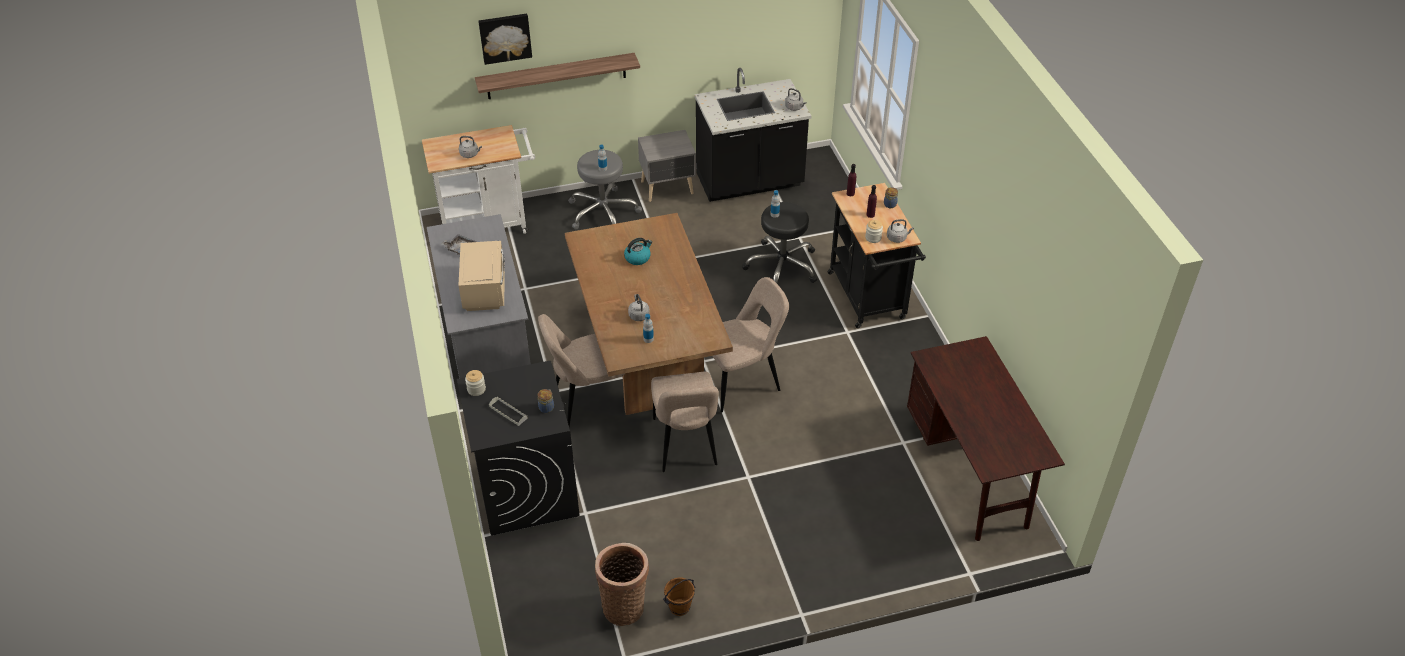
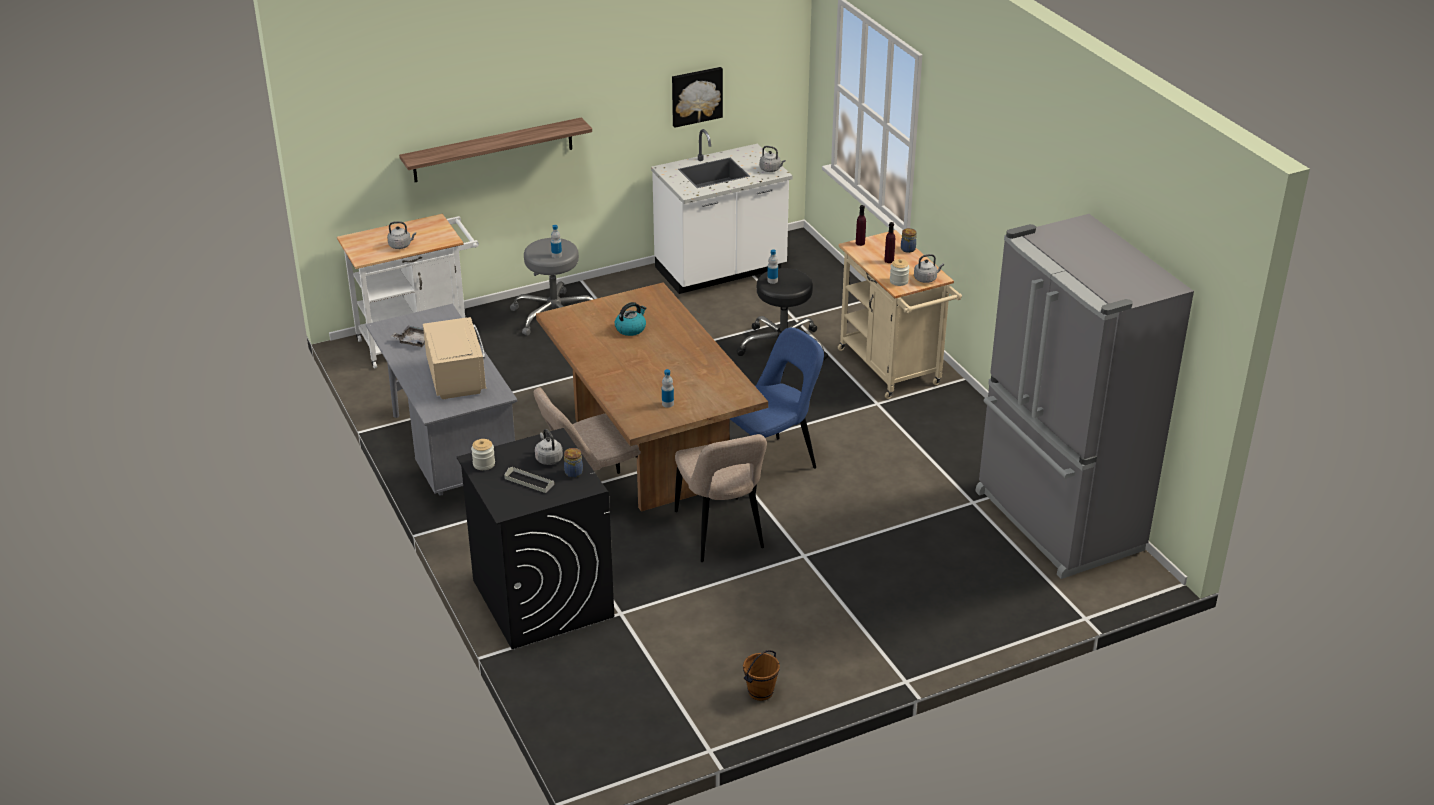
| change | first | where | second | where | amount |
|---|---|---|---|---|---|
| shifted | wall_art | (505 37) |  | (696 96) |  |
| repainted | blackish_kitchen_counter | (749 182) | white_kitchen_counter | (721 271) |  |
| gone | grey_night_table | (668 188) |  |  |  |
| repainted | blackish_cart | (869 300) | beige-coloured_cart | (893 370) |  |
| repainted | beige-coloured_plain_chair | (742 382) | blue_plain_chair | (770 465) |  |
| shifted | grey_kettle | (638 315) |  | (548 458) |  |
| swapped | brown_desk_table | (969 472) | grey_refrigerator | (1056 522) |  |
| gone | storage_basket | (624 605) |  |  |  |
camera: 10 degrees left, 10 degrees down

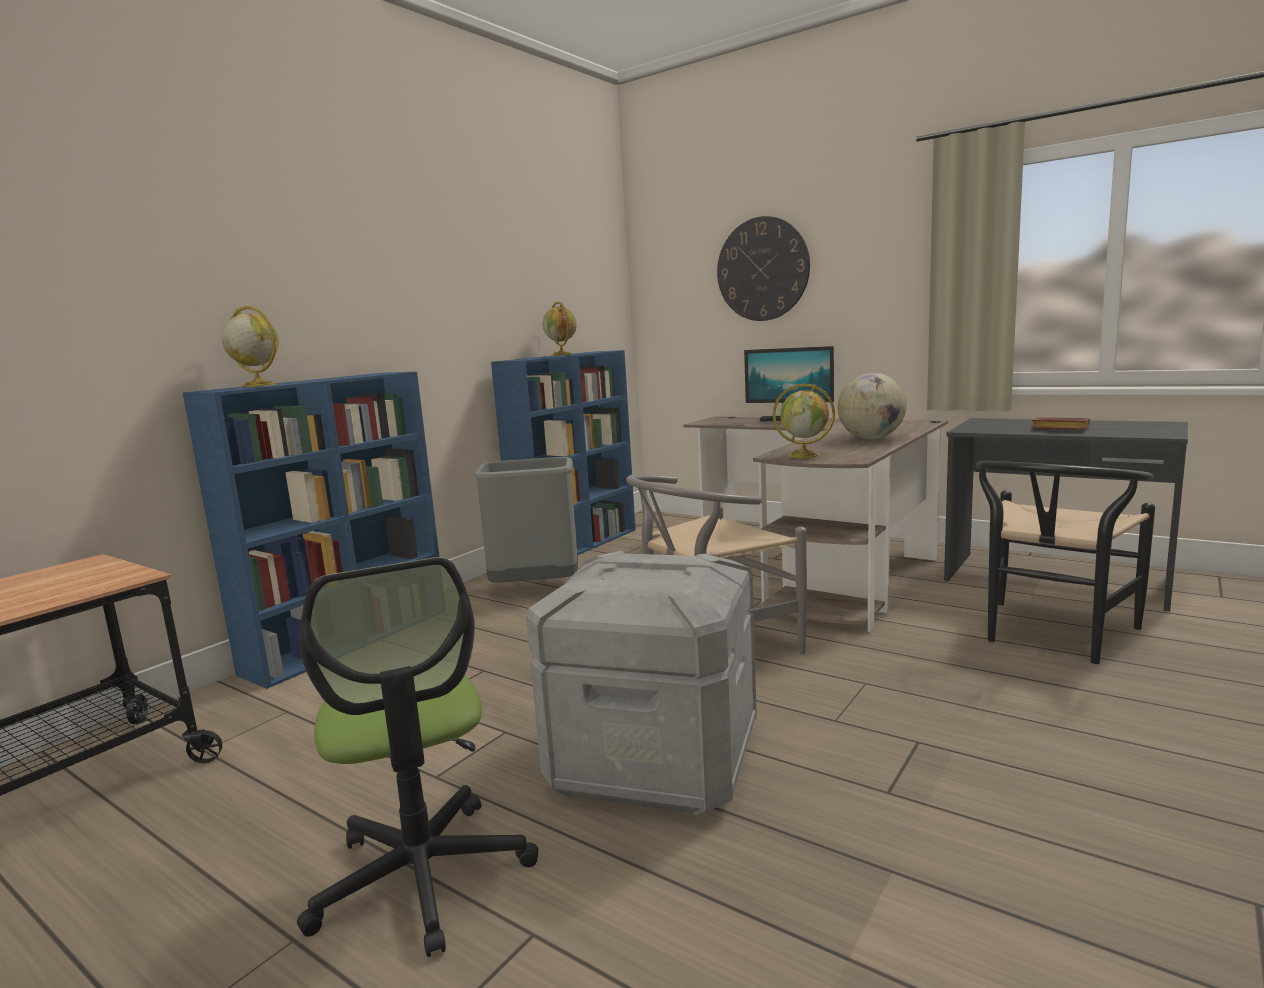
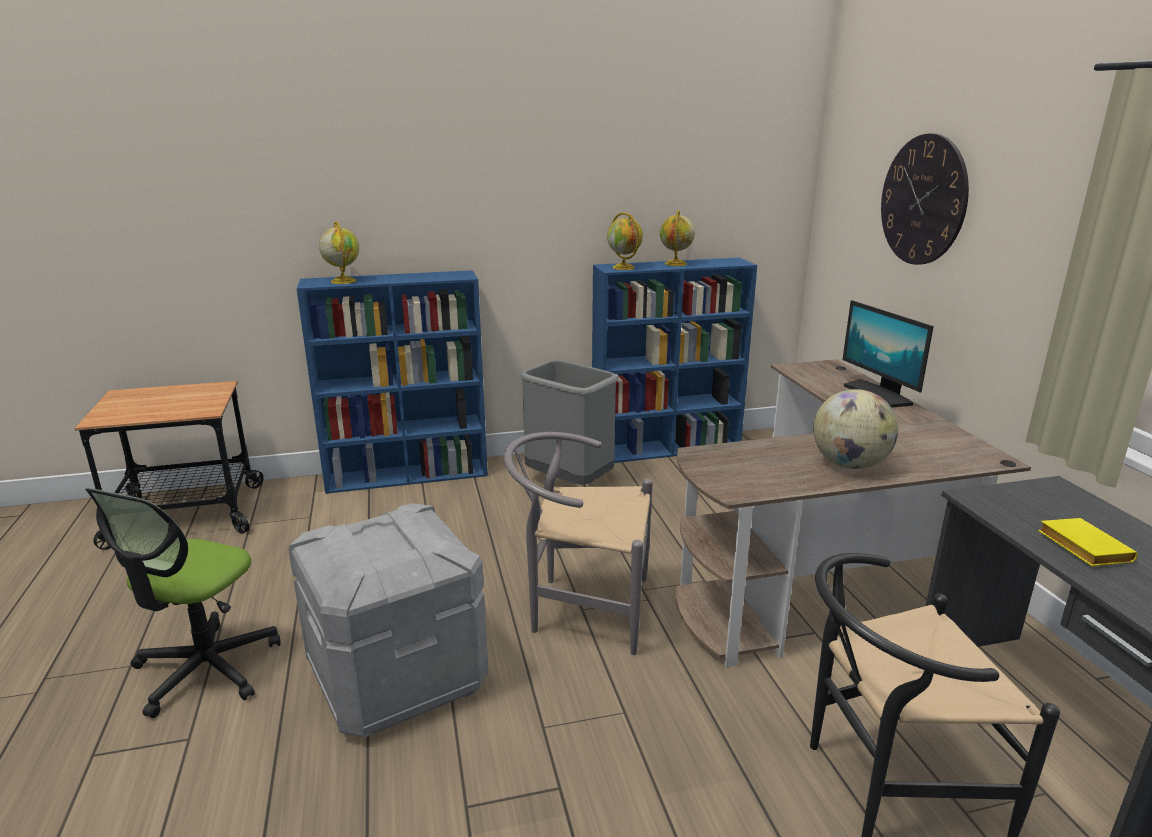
| change | first | where | second | where | amount |
|---|---|---|---|---|---|
| shifted | world_globe | (804 455) |  | (624 268) |  |
| repainted | brown_bound_book | (1058 429) | yellow_bound_book | (1080 547) |  |
camera: 40 degrees right, 10 degrees up

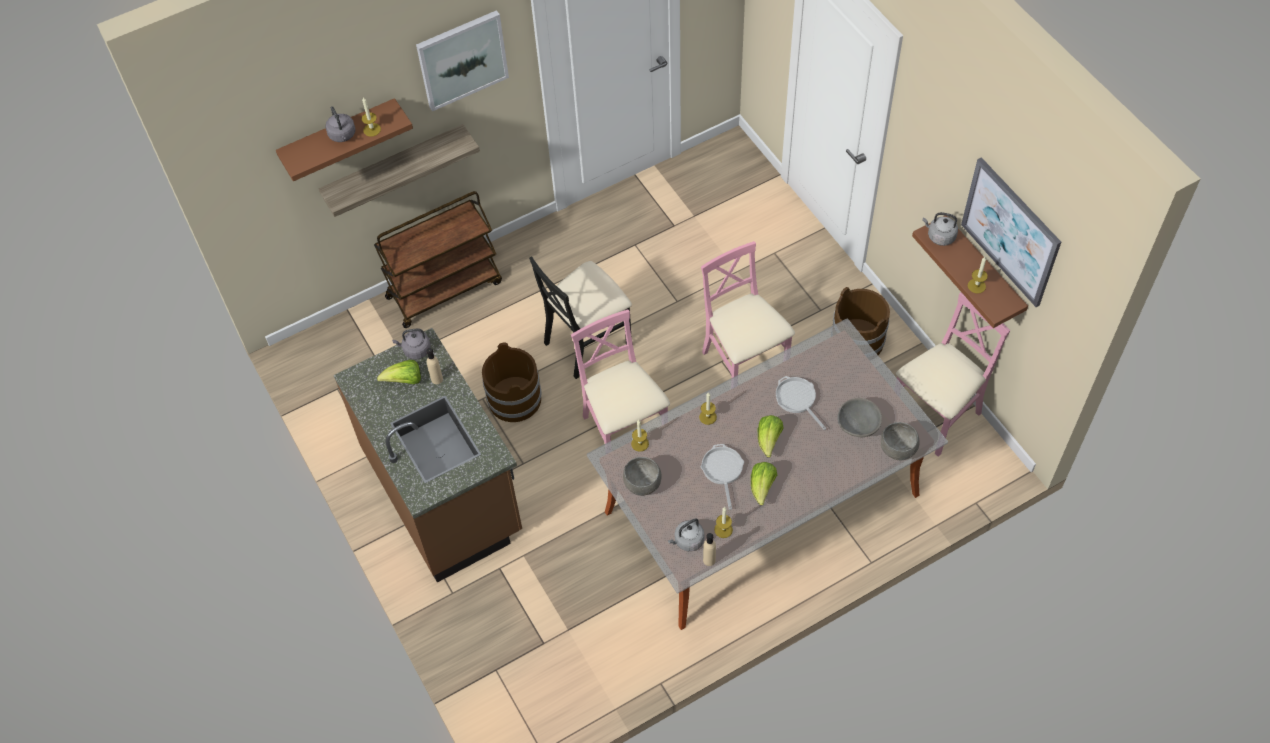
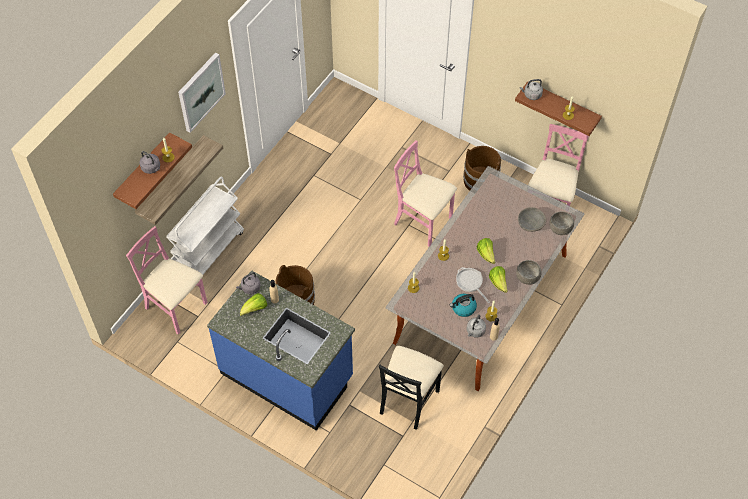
| change | first | where | second | where | amount |
|---|---|---|---|---|---|
| gone | wall_art | (1010 232) |  |  |  |
| repainted | brown_cart | (445 289) | white_cart | (209 250) |  |
| shifted | blackish_plain_chair | (587 342) |  | (408 400) |  |
| shifted | pink-coloured_plain_chair | (624 432) |  | (176 307) |  |
| repainted | brown_kitchen_counter | (444 492) | blue_kitchen_counter | (287 375) |  |
| gone | pan | (797 399) |  |  |  |
| shifted | grey_serving_bowl | (643 484) |  | (527 278) |  |
| new |  |  | kettle | (463 308) |  |
camera: 30 degrees left, 0 degrees up

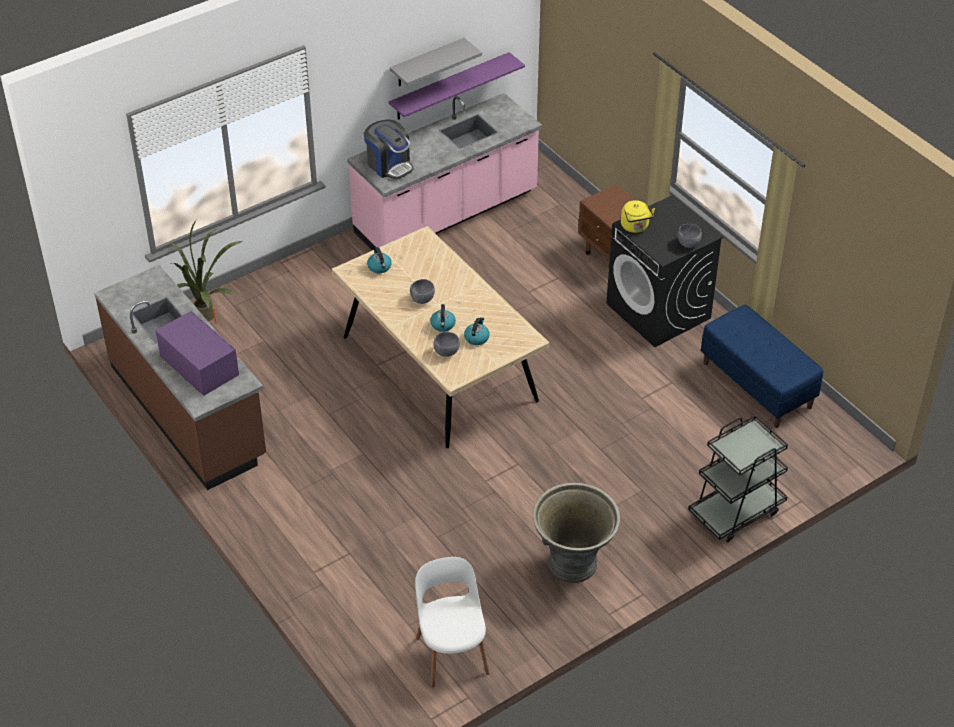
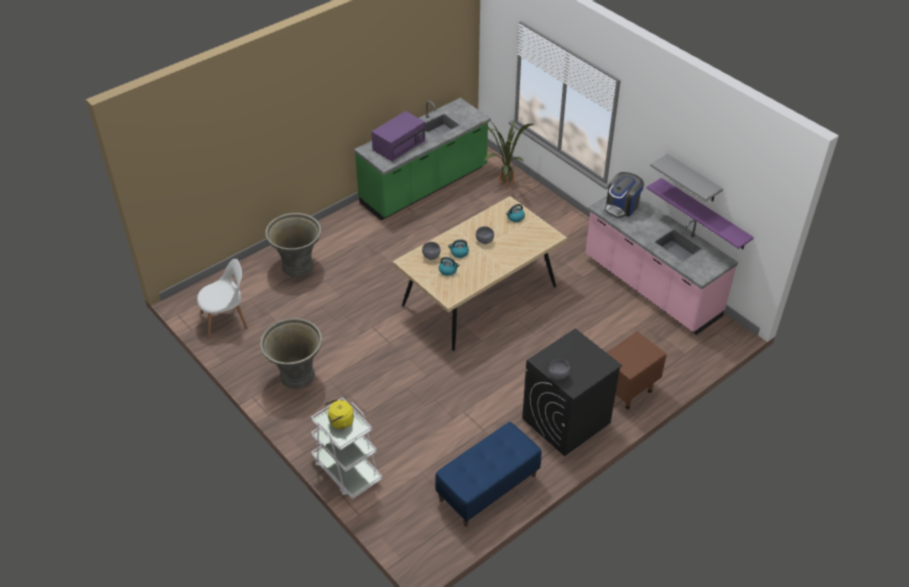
| change | first | where | second | where | amount |
|---|---|---|---|---|---|
| shifted | yellow_kettle | (635 227) |  | (339 422) |  |
| repainted | brown_kitchen_counter | (188 411) | greenish_kitchen_counter | (424 186) |  |
| repainted | blackish_cart | (736 511) | white_cart | (347 471) |  |
| new |  |  | grey_flower_pot | (298 266) |  |
camera: 85 degrees right, 0 degrees up

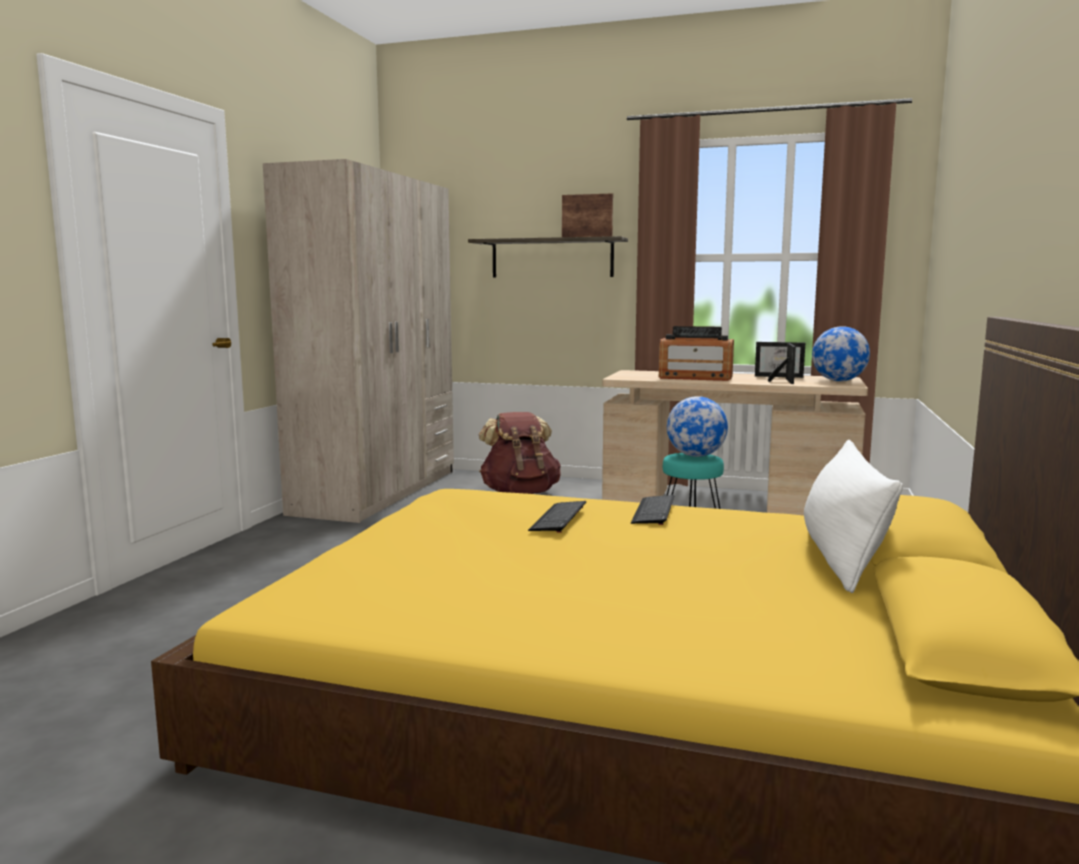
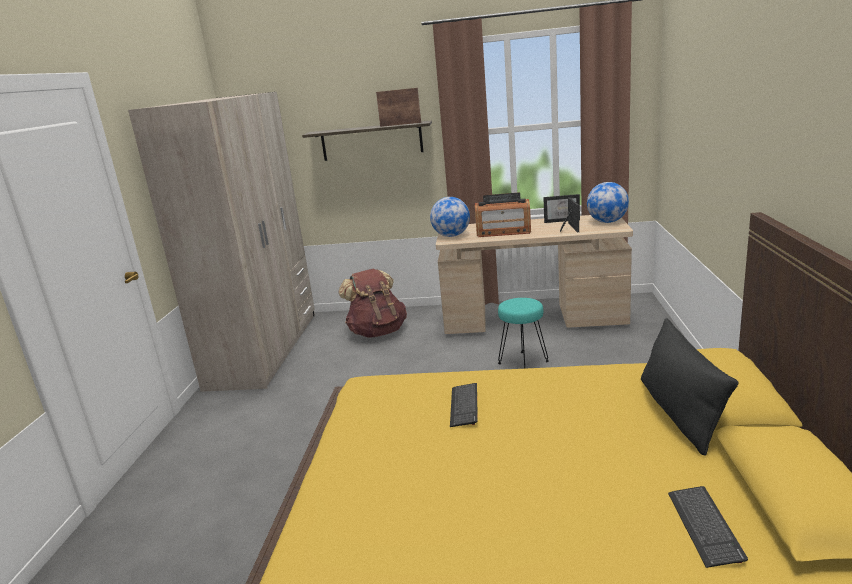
| change | first | where | second | where | amount |
|---|---|---|---|---|---|
| shifted | world_globe | (695 456) |  | (451 236) |  |
| repainted | white_pillow | (842 557) | blackish_pillow | (679 413) |  |
| shifted | keyboard | (653 511) |  | (704 526) |  |
camera: 10 degrees left, 10 degrees up

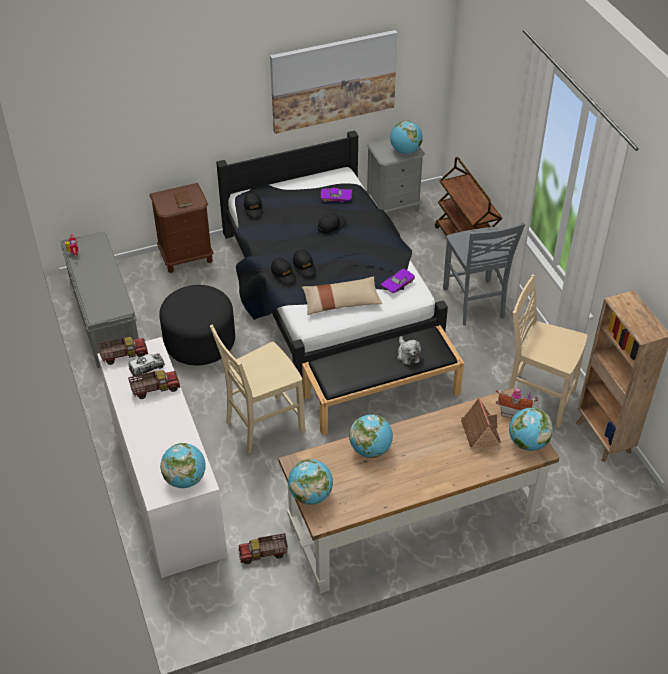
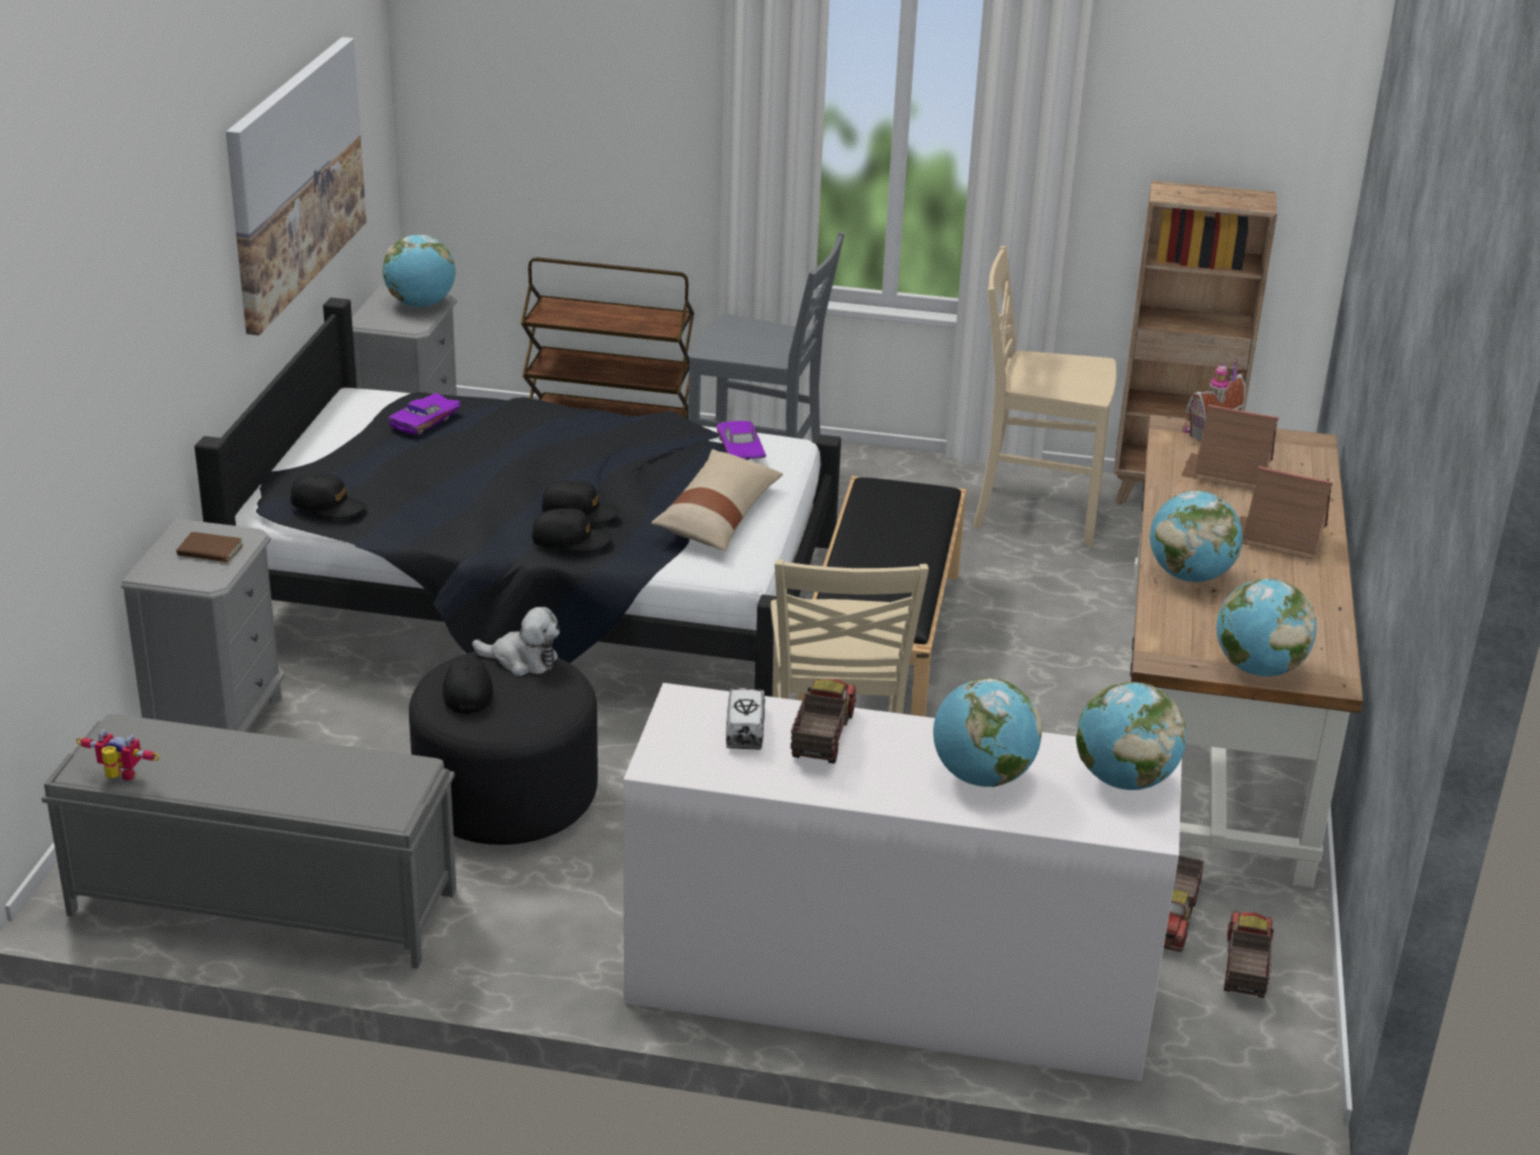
| change | first | where | second | where | amount |
|---|---|---|---|---|---|
| repainted | brown_night_table | (186 257) | grey_night_table | (219 722) |  |
| shifted | blackish_baseball_cap | (331 226) |  | (467 692) |  |
| rotated | beige-coloured_plain_chair | (537 398) |  | (1034 513) | 45 degrees clockwise |
| shifted | soft_toy | (407 354) |  | (522 660) |  |
| shifted | toy_lorry | (123 355) |  | (1244 969) |  |
| shifted | world_globe | (527 443) |  | (982 777) |  |
| new |  |  | toy_house | (1278 538) |  |
camera: 60 degrees left, 15 degrees down

